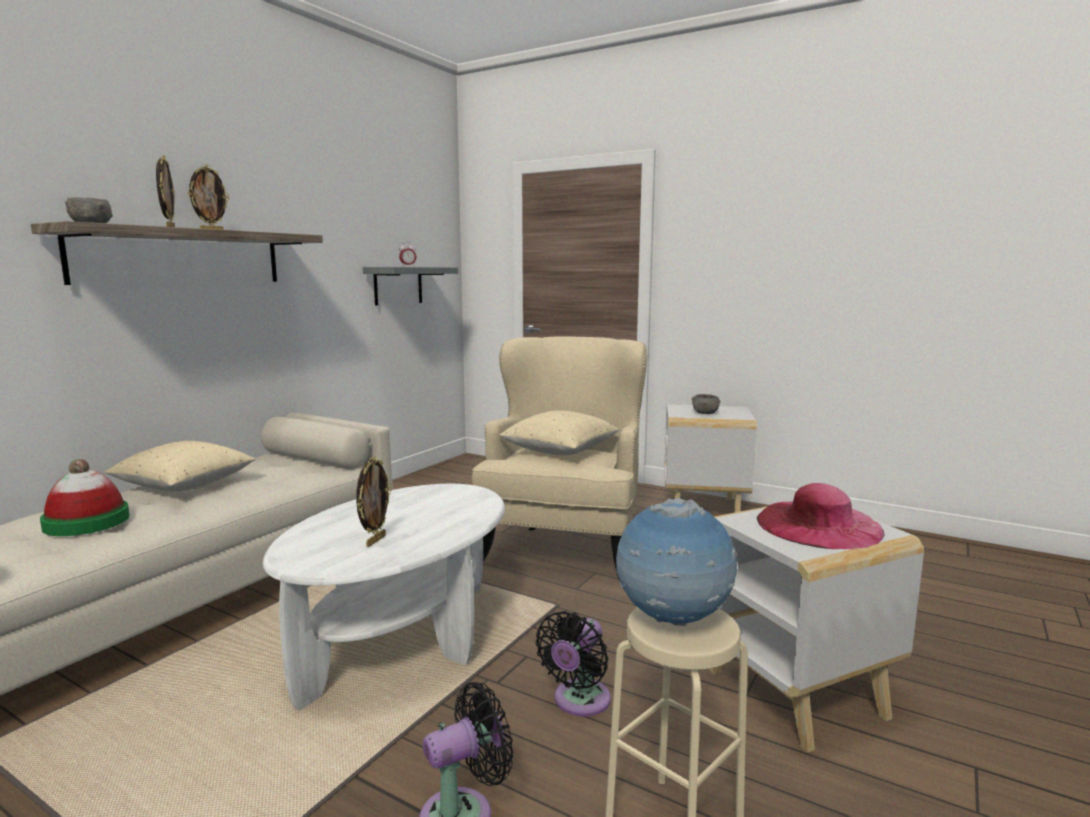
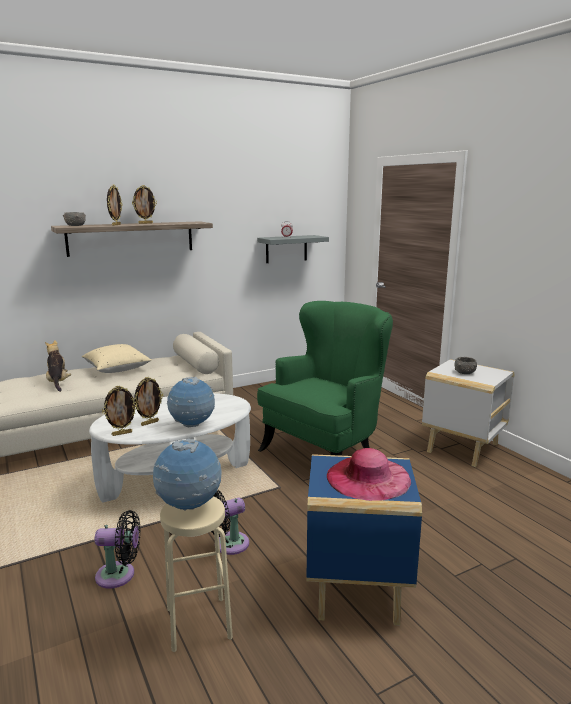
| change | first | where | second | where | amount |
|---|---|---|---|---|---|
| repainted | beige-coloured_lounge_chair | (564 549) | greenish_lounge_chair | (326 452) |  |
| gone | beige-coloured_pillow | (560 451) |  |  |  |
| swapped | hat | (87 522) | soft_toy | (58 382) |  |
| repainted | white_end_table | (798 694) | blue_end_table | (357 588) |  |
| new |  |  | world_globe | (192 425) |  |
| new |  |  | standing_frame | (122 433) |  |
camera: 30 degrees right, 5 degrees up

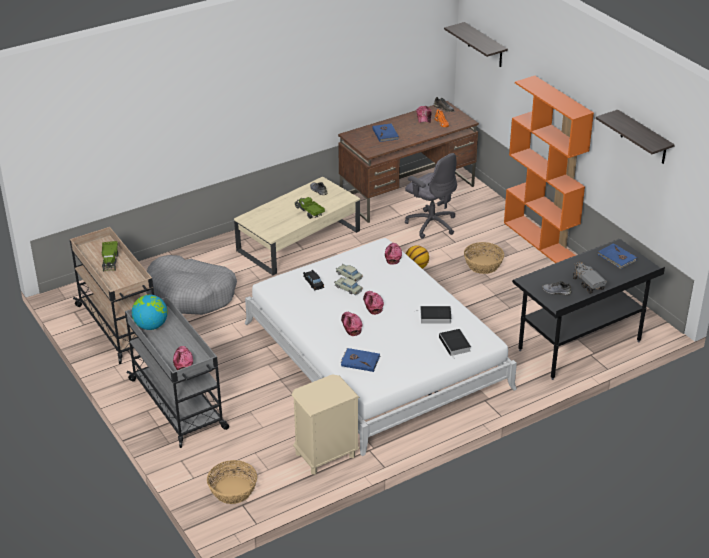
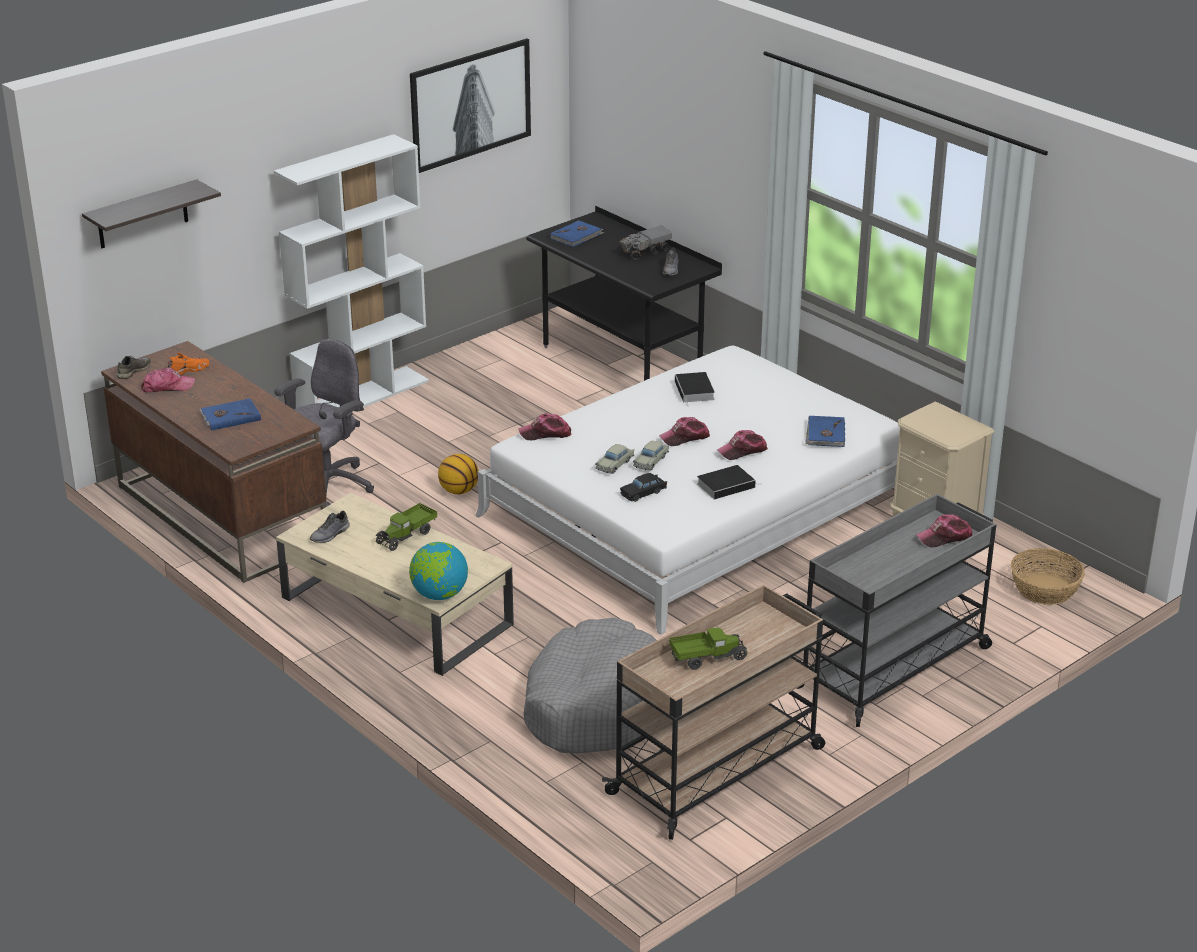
| change | first | where | second | where | amount |
|---|---|---|---|---|---|
| repainted | orangey_bookshelf | (540 239) | white_bookshelf | (362 395) |  |
| swapped | wall_shelf | (643 138) | wall_art | (470 104) |  |
| gone | storage_basket | (483 265) |  |  |  |
| shifted | world_globe | (151 326) |  | (439 595) |  |
| shifted | bound_book | (455 345) |  | (727 485) |  |
camera: 100 degrees left, 5 degrees down

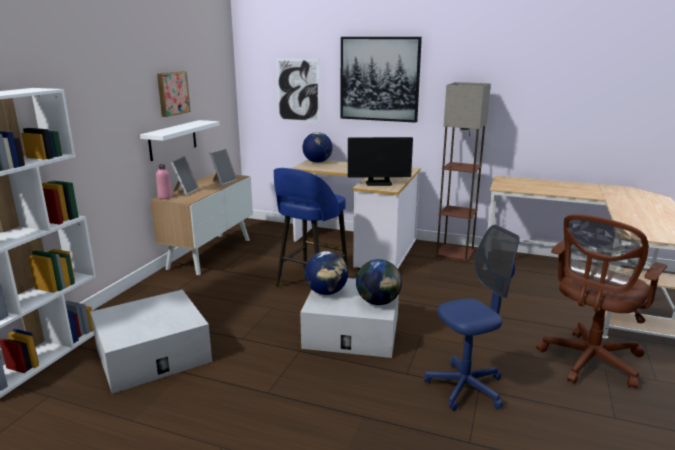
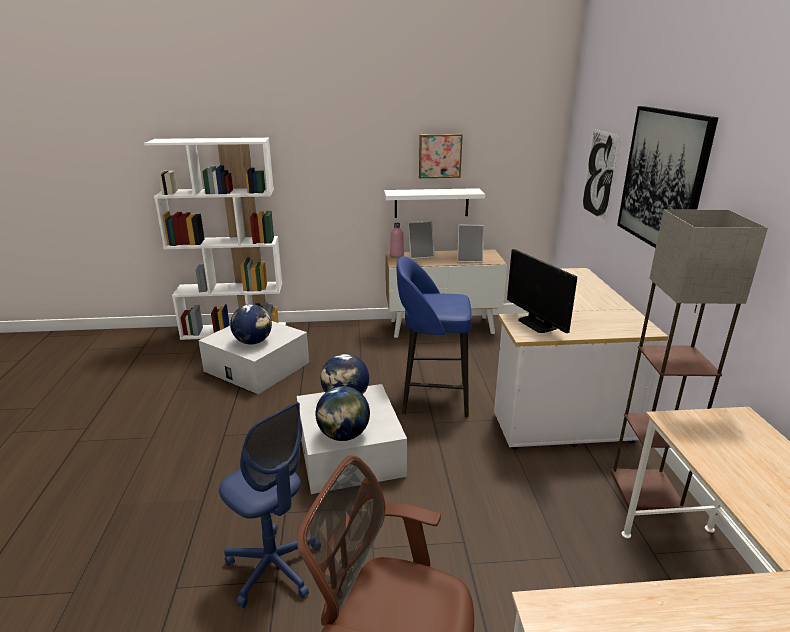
| change | first | where | second | where | amount |
|---|---|---|---|---|---|
| shifted | world_globe | (317 162) |  | (253 342) |  |
camera: 65 degrees right, 5 degrees up

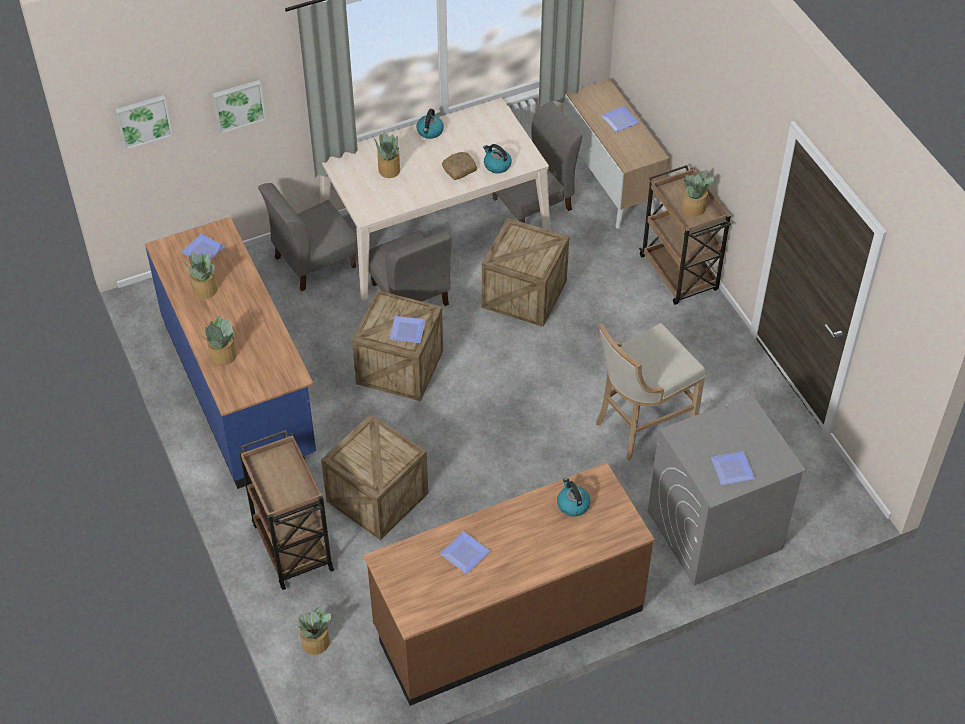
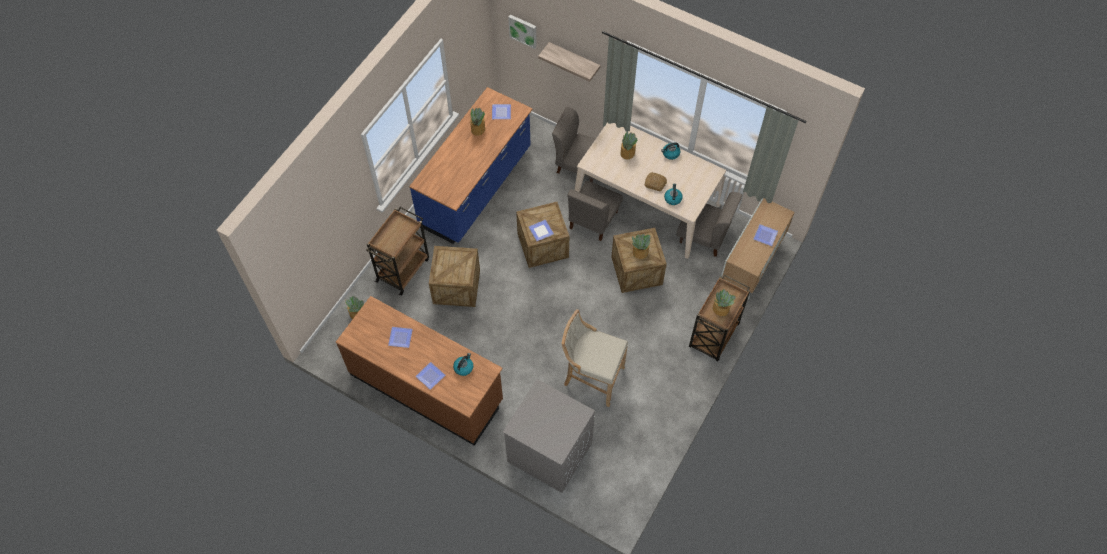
| change | first | where | second | where | amount |
|---|---|---|---|---|---|
| swapped | wall_art | (238 105) | wall_shelf | (574 60) |  |
| shifted | houseplant | (222 356) |  | (640 252) |  |
| shifted | flat_dish | (731 470) |  | (429 376) |  |
camera: 55 degrees right, 10 degrees up

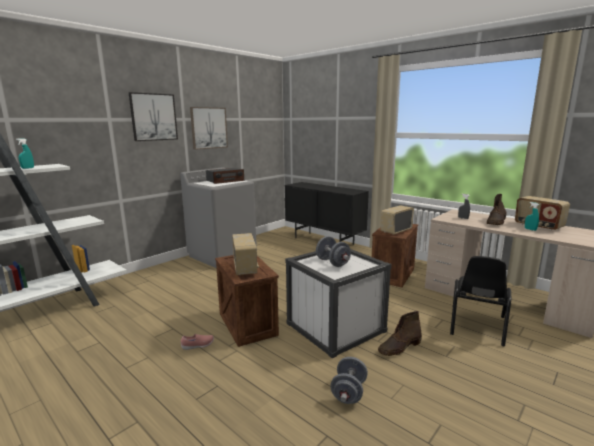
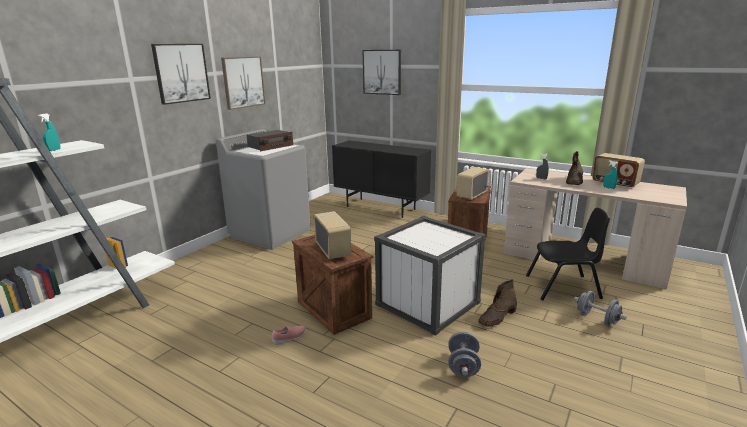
| change | first | where | second | where | amount |
|---|---|---|---|---|---|
| shifted | grey_dumbbell | (332 262) |  | (597 319) |  |
| rotated | blackish_plain_chair | (476 325) |  | (563 287) | 105 degrees counterclockwise |
| new |  |  | wall_art | (382 72) |  |
camera: 10 degrees left, 5 degrees up

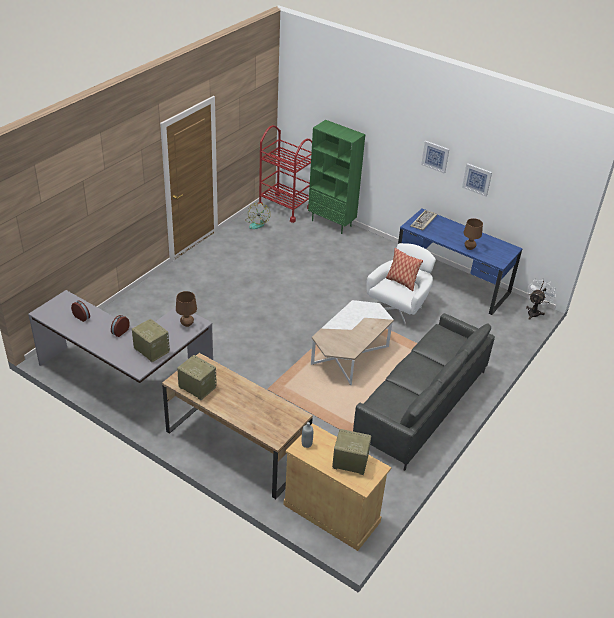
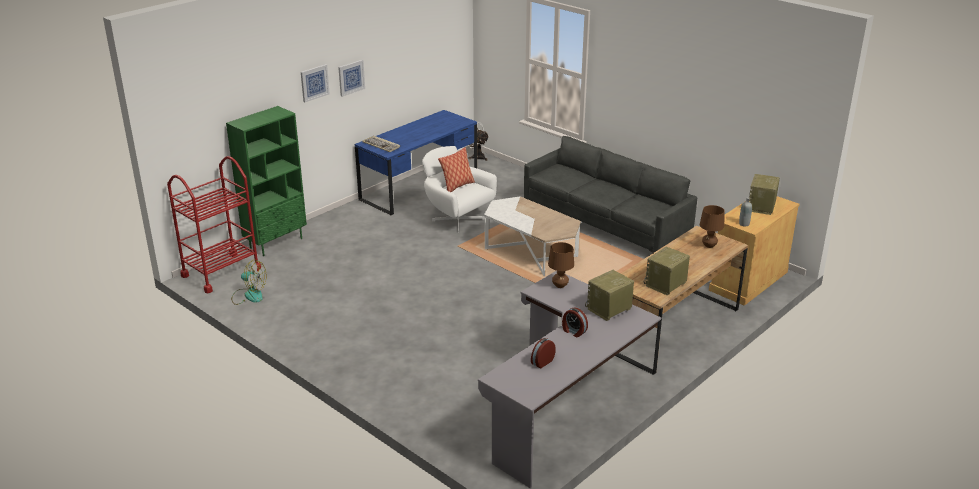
| change | first | where | second | where | amount |
|---|---|---|---|---|---|
| shifted | wall_art | (477 179) |  | (314 83) |  |
| shifted | brown_tabletop_lamp | (469 248) |  | (709 245) |  |
camera: 80 degrees left, 10 degrees down

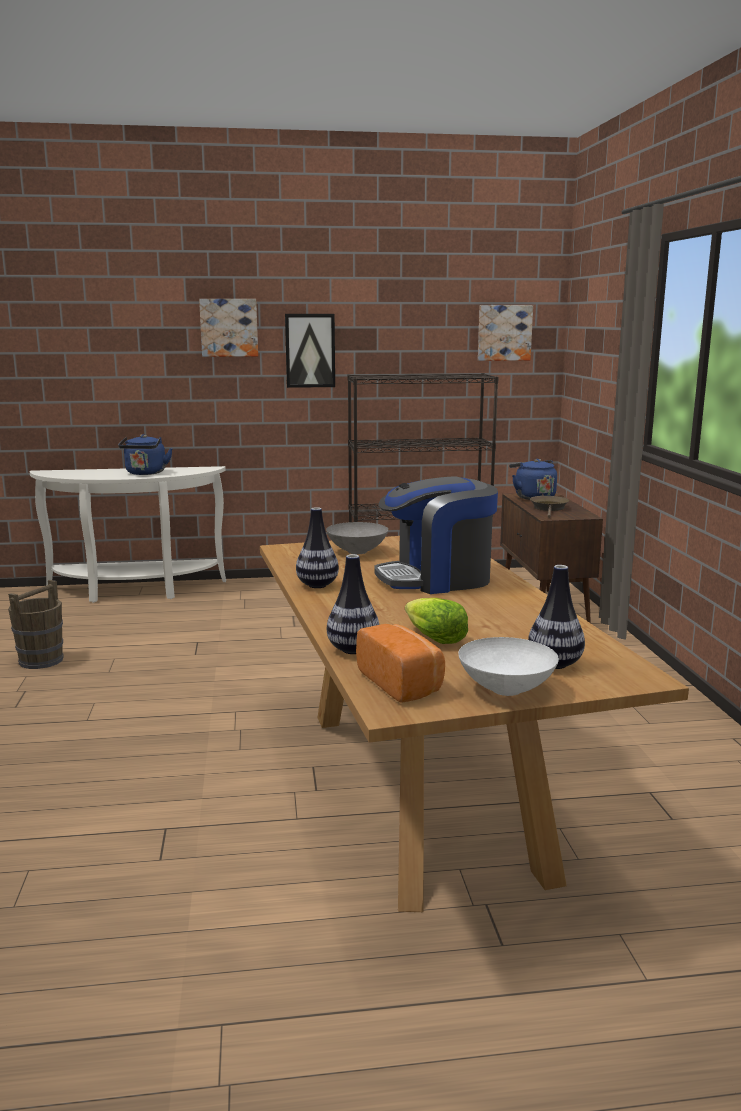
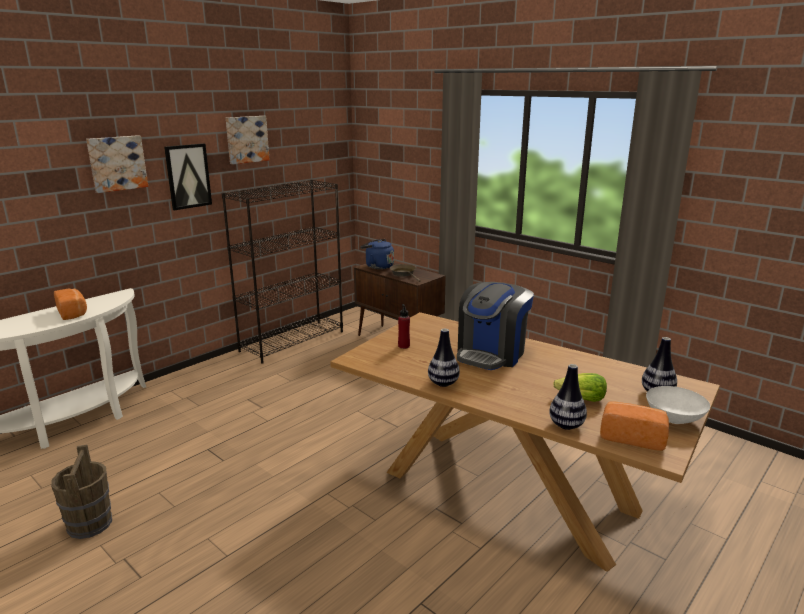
| change | first | where | second | where | amount |
|---|---|---|---|---|---|
| shifted | wall_art | (504 333) |  | (246 139) |  |
| swapped | blue_kettle | (145 473) | bread | (73 313) |  |
| swapped | grey_serving_bowl | (357 551) | red_drink_bottle | (404 346) |  |
camera: 40 degrees left, 5 degrees up

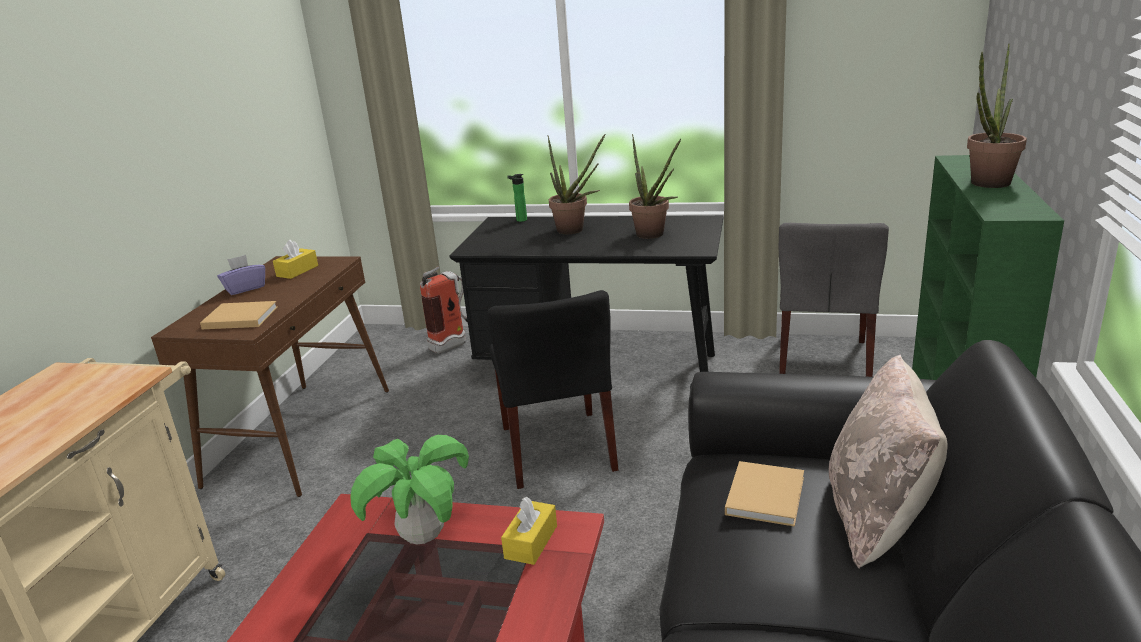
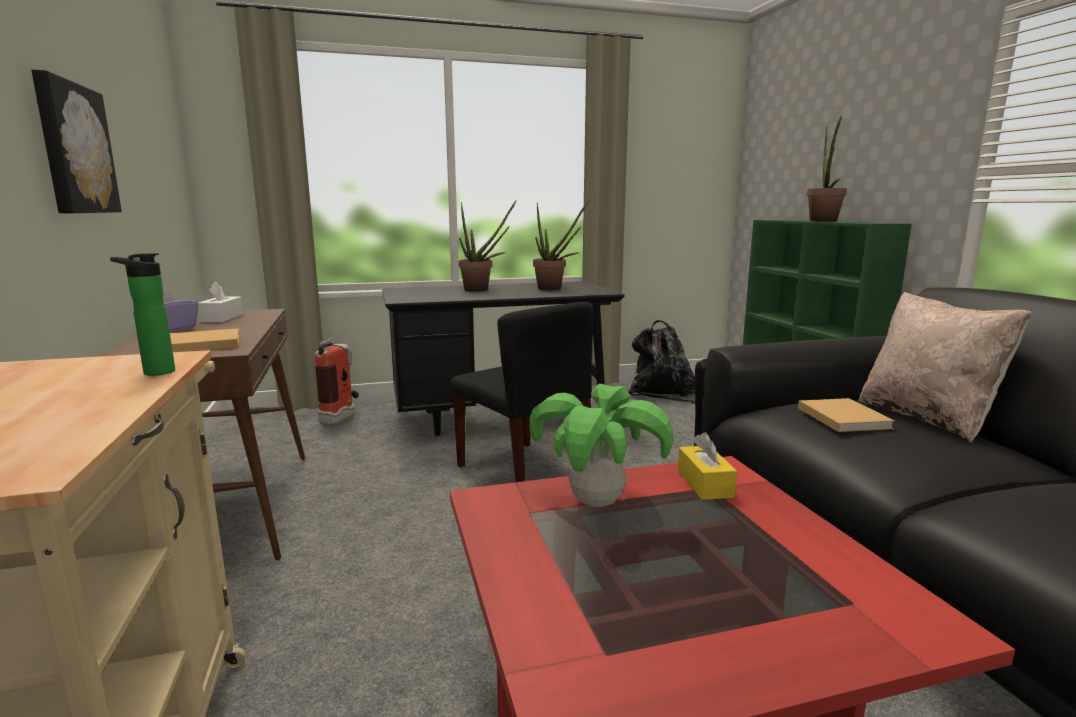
| change | first | where | second | where | amount |
|---|---|---|---|---|---|
| shifted | drink_bottle | (520 220) |  | (154 373) |  |
| swapped | grey_plain_chair | (824 361) | blackish_backpack | (664 392) |  |
| repainted | yellow_box_of_tissues | (297 271) | white_box_of_tissues | (221 318) |  |
| new |  |  | wall_art | (74 149) |  |
camera: 30 degrees left, 10 degrees down

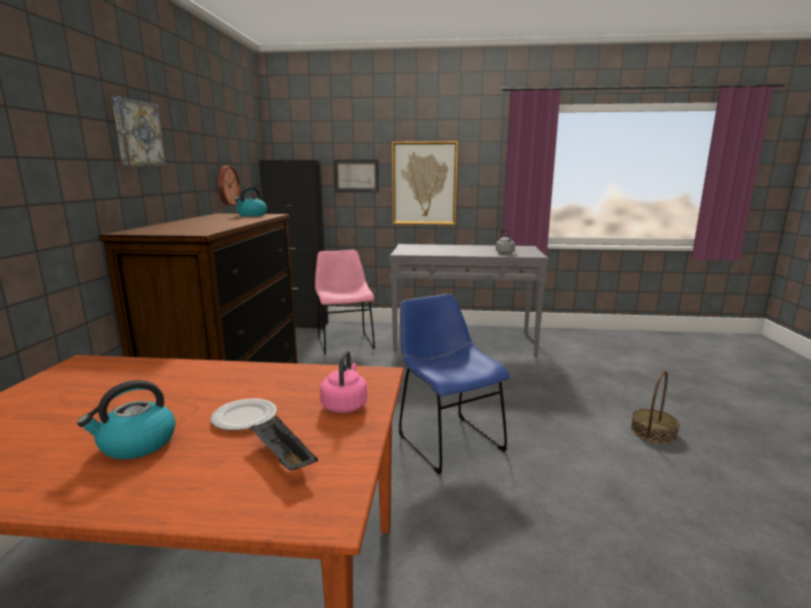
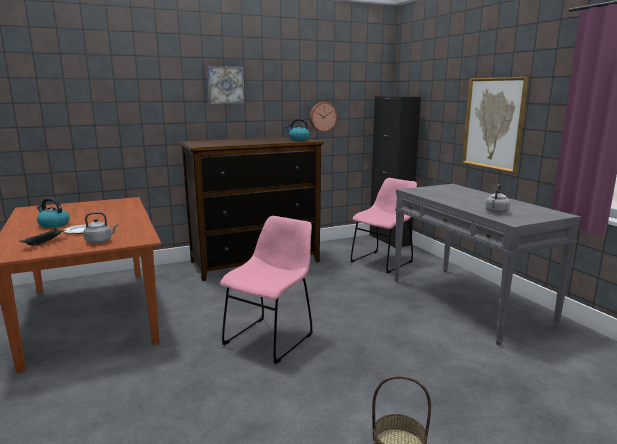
| change | first | where | second | where | amount |
|---|---|---|---|---|---|
| gone | wall_art | (356 176) |  |  |  |
| repainted | blue_plain_chair | (447 440) | pink-coloured_plain_chair | (271 337) |  |
| repainted | pink-coloured_kettle | (345 405) | grey_kettle | (100 241) |  |
camera: 60 degrees right, 0 degrees up

